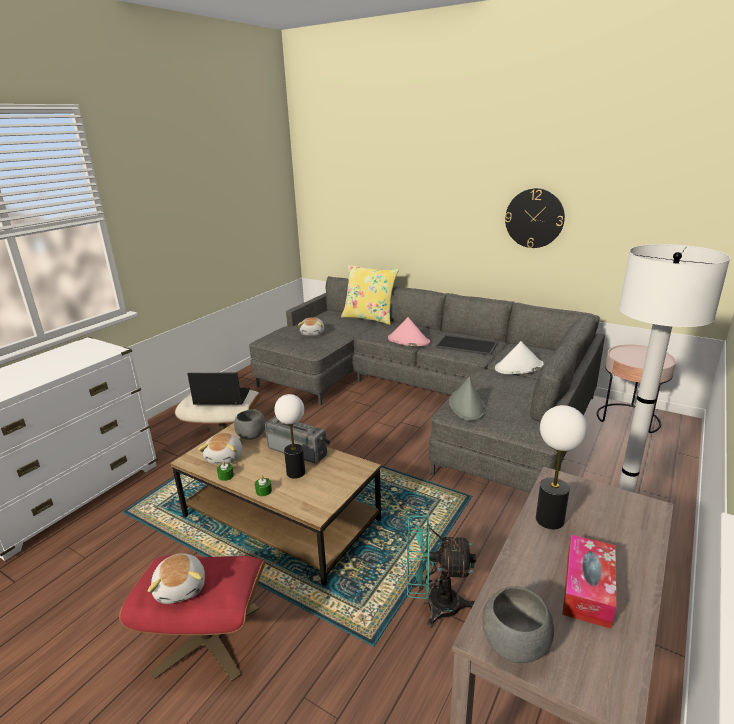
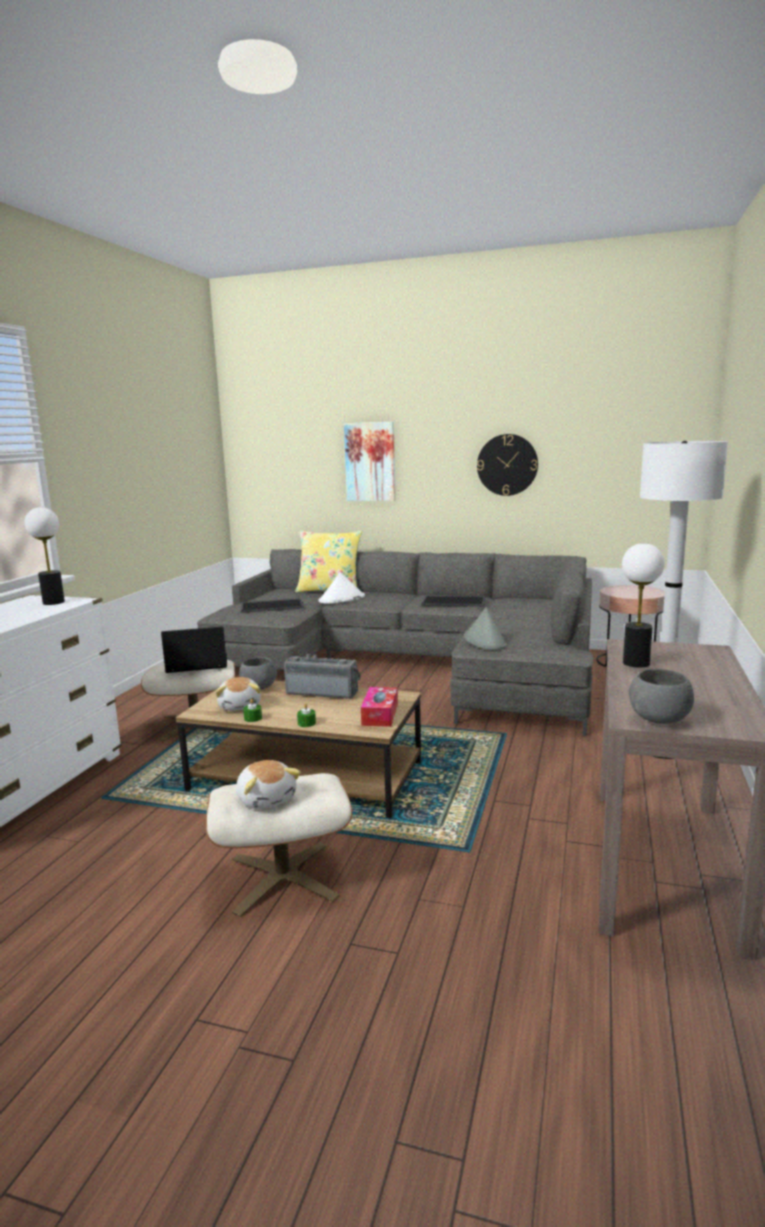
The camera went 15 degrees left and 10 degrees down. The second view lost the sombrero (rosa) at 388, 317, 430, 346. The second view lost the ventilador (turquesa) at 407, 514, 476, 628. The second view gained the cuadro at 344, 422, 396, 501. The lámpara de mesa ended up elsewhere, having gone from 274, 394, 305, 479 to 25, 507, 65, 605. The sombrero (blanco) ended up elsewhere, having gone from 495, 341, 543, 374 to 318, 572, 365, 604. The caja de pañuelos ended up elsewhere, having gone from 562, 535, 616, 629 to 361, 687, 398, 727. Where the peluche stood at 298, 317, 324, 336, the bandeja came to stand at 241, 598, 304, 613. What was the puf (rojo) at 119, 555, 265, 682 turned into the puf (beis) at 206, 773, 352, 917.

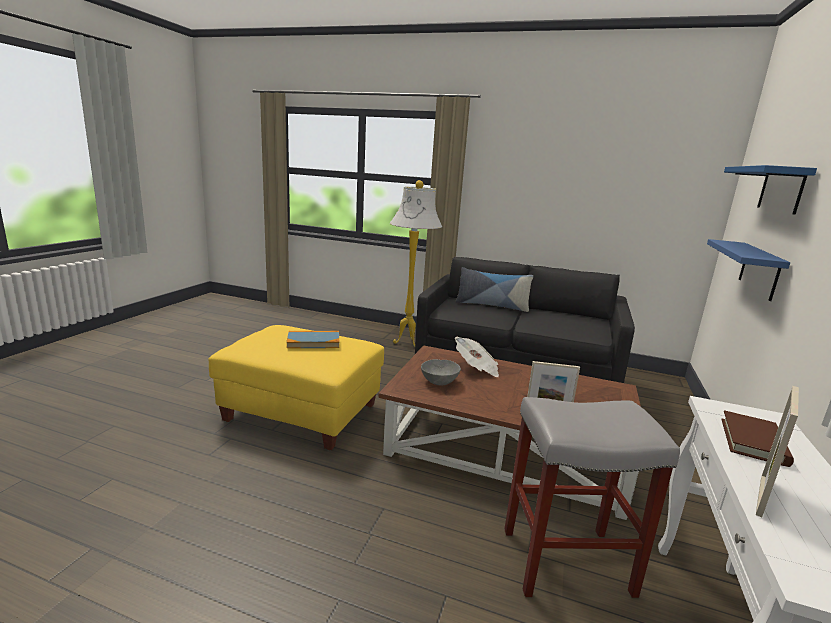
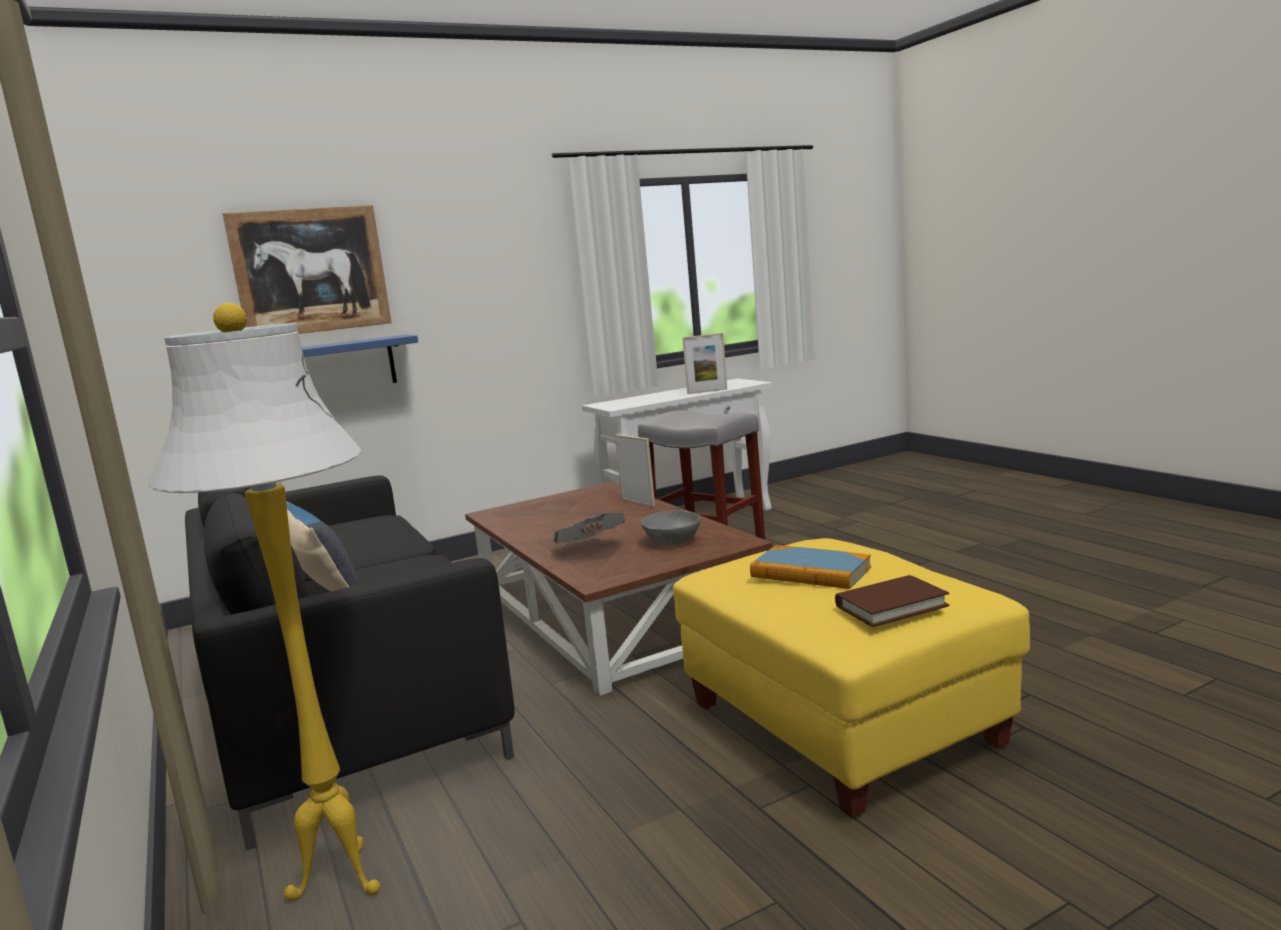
The camera went 135 degrees left and 5 degrees down. The libro (marrón) ended up elsewhere, having gone from 721, 410, 794, 467 to 835, 575, 949, 627. Where the estante (azul) hung at 724, 165, 817, 215, the cuadro came to hang at 223, 205, 392, 334.

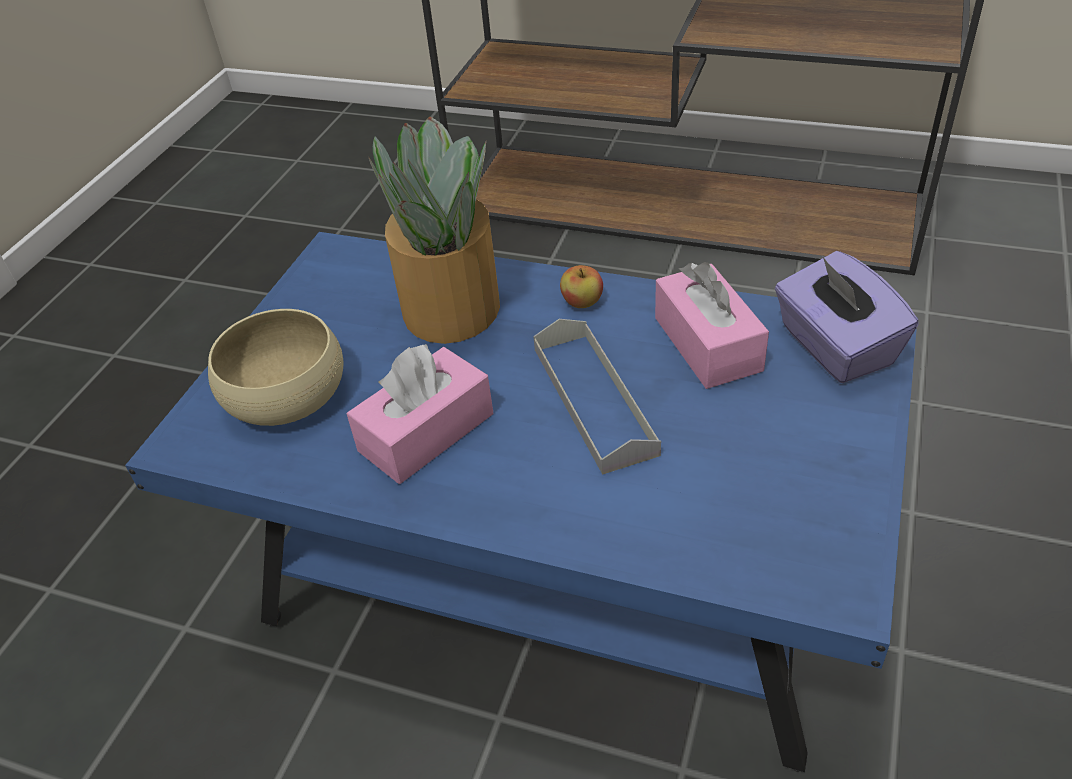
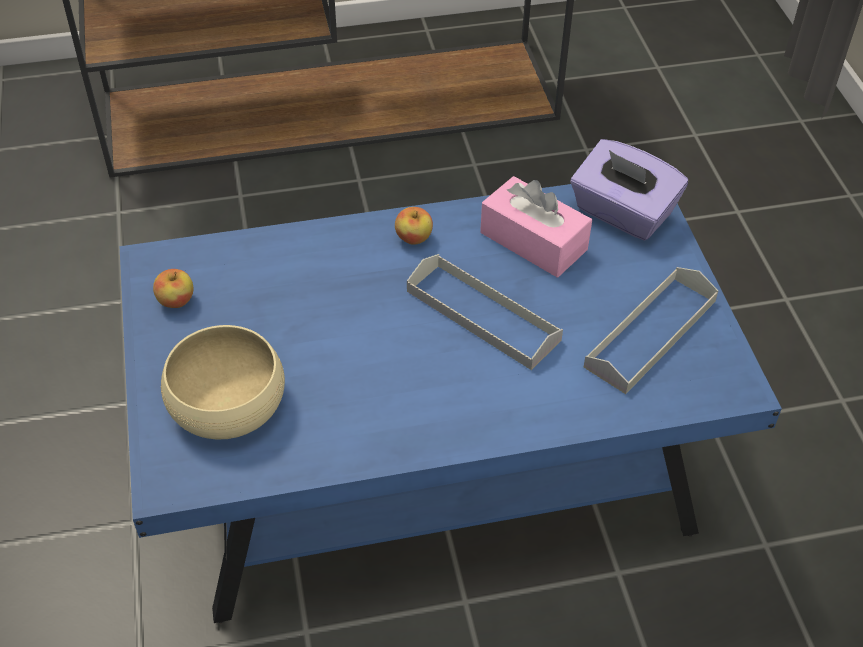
The camera went 35 degrees left and 5 degrees up. The second view lost the caja de pañuelos (rosa) at 347, 344, 493, 484. The second view lost the planta en maceta at 368, 117, 500, 344. The second view gained the manzana at 153, 269, 194, 308. The second view gained the bandeja (gris) at 584, 267, 719, 394.

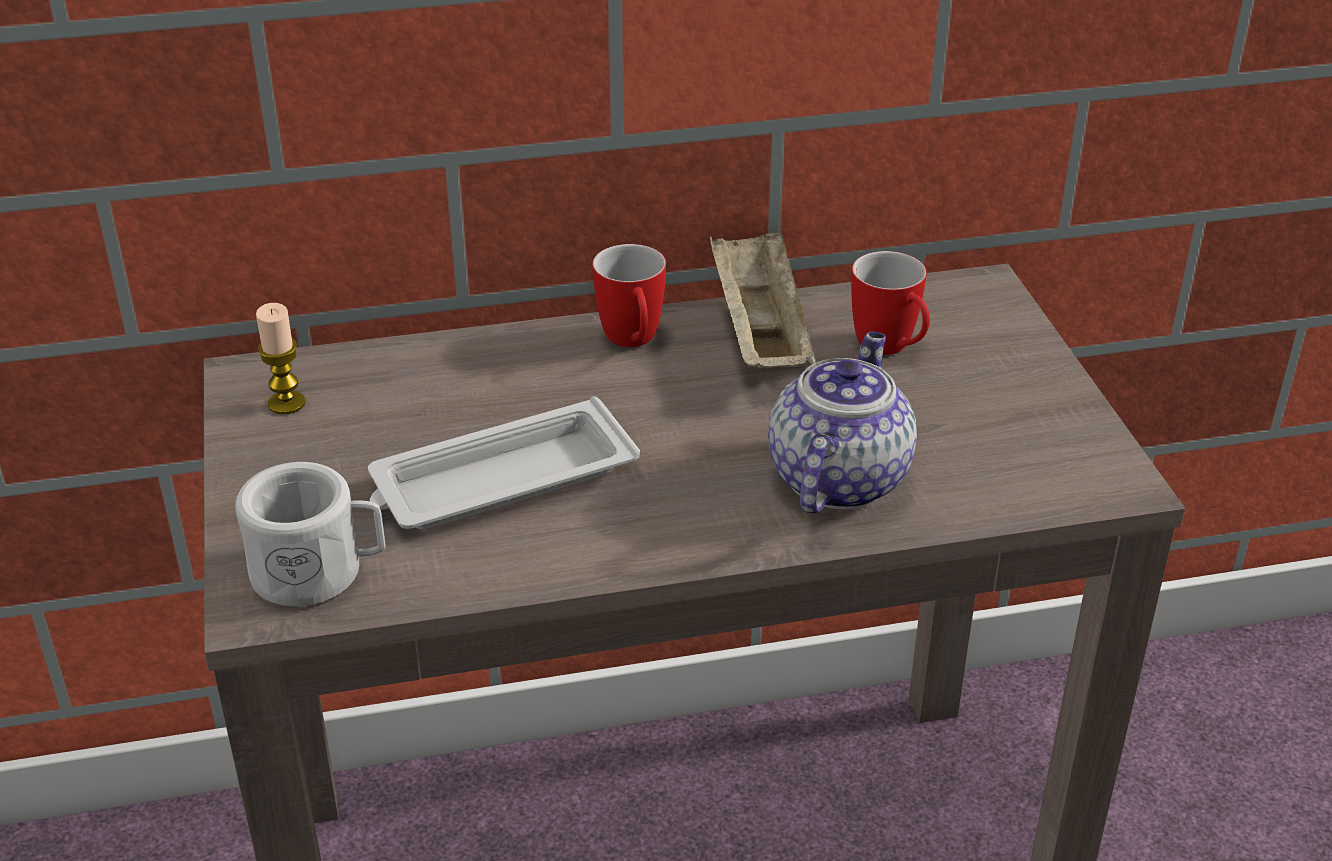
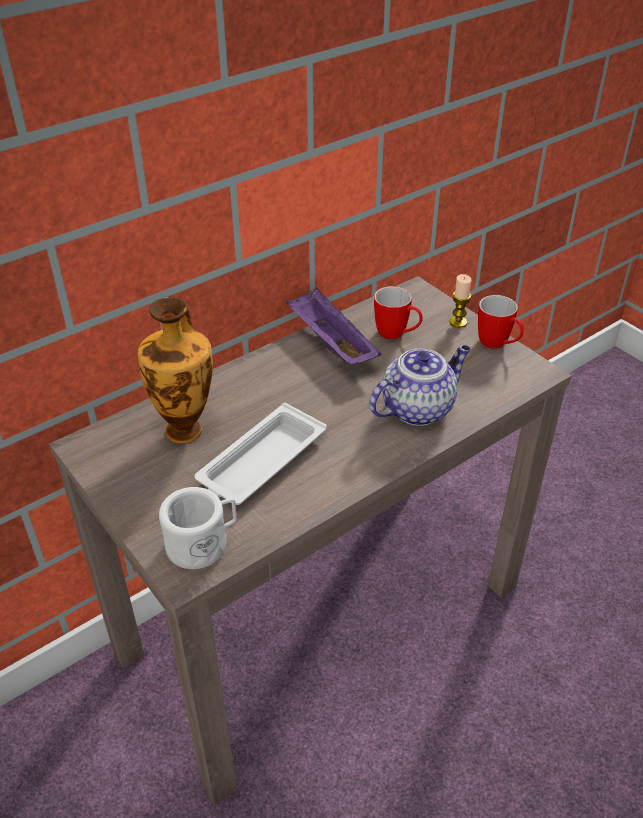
The camera went 25 degrees left and 5 degrees up. The second view gained the florero at 137, 297, 213, 443. The vela ended up elsewhere, having gone from 256, 303, 306, 414 to 450, 274, 471, 328. The taza grande ended up elsewhere, having gone from 592, 244, 666, 347 to 478, 295, 524, 349. What was the bandeja (beis) at 710, 229, 815, 369 turned into the bandeja (morado) at 286, 287, 382, 365. The tetera at 768, 331, 917, 513 ended up facing another way, 60 degrees clockwise from before.

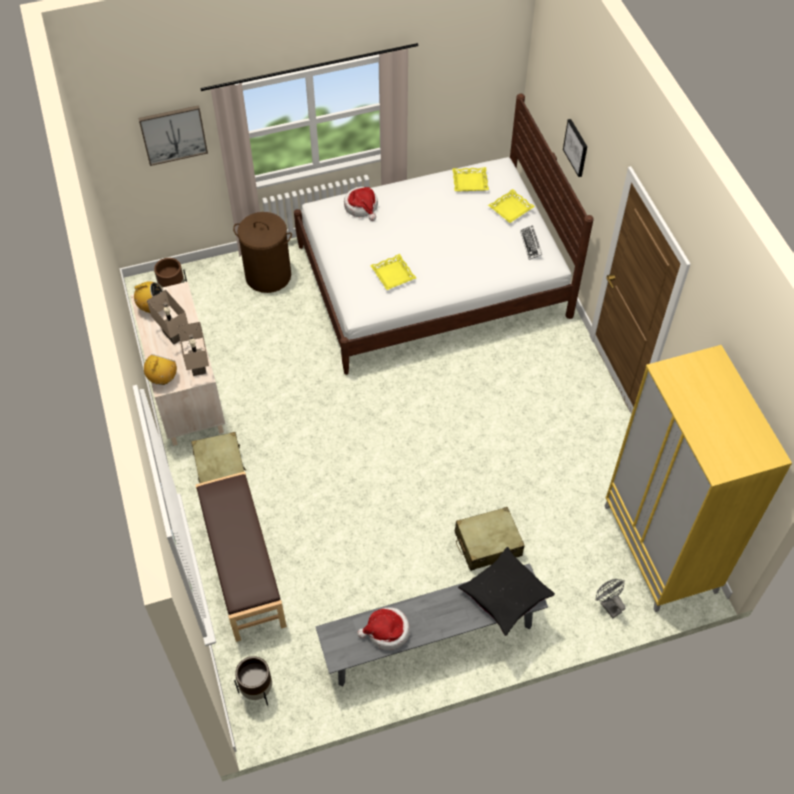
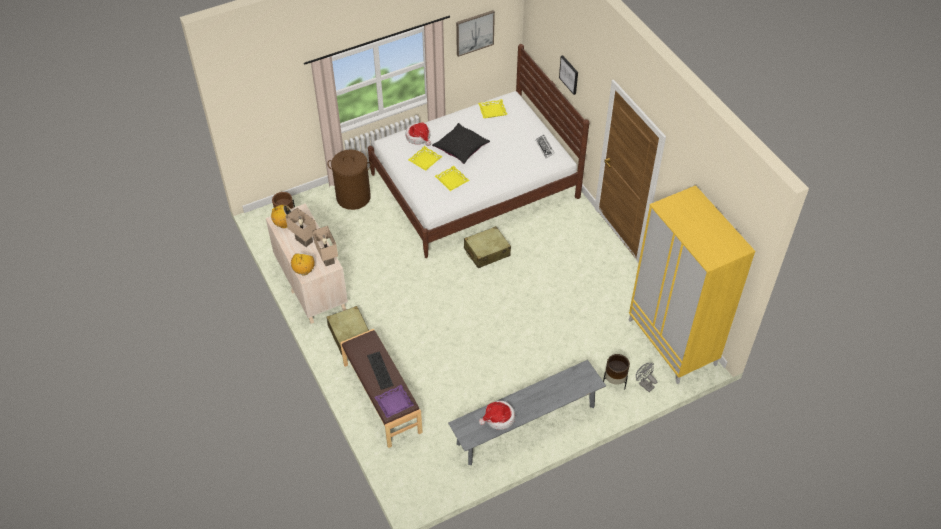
The camera went 10 degrees left and 5 degrees down. The second view gained the teclado at 367, 351, 394, 390. The second view gained the bandeja (morado) at 374, 385, 414, 418. The cuadro ended up elsewhere, having gone from 138, 105, 208, 166 to 456, 10, 495, 57. The maceta (marrón) ended up elsewhere, having gone from 234, 656, 272, 706 to 603, 354, 630, 390. The maleta (beis) ended up elsewhere, having gone from 455, 507, 525, 571 to 464, 226, 511, 268. The cojín (negro) ended up elsewhere, having gone from 458, 547, 555, 636 to 432, 123, 490, 164. The bandeja (amarillo) ended up elsewhere, having gone from 488, 189, 535, 223 to 408, 146, 443, 171.

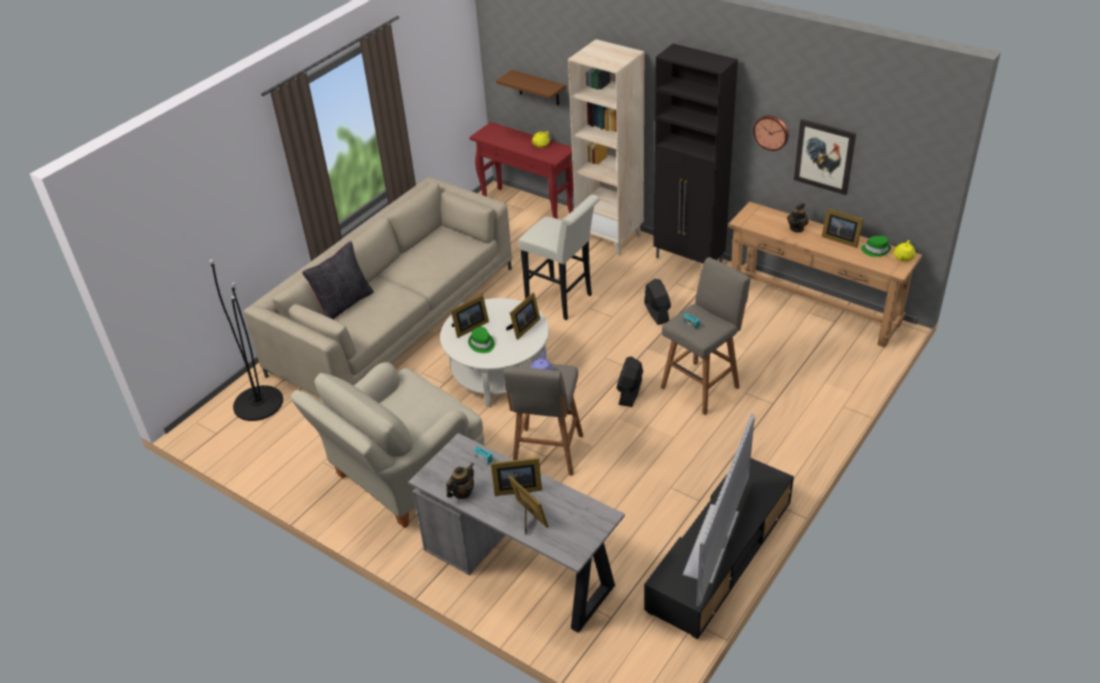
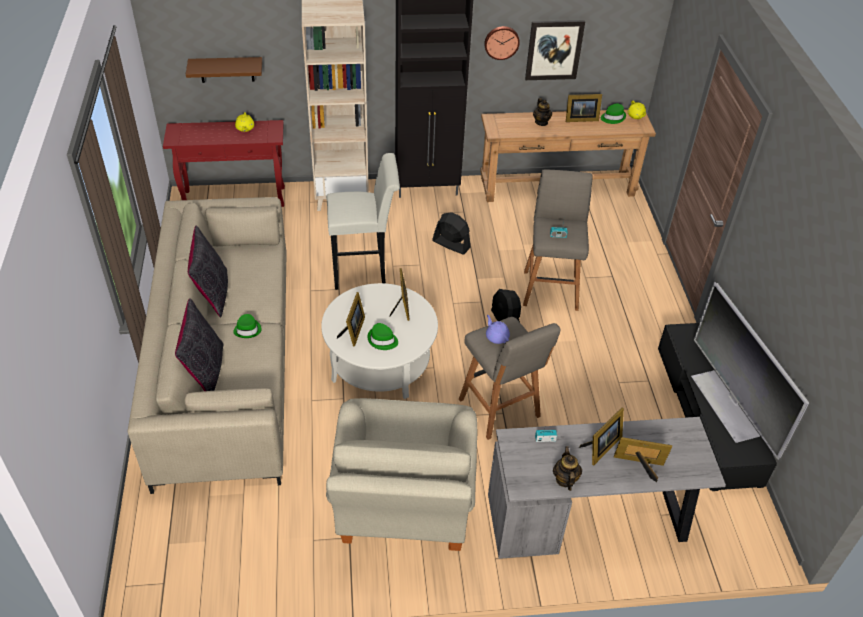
The camera went 45 degrees left and 5 degrees up. The second view lost the lámpara de pie (negro) at 209, 259, 283, 421. The second view gained the cojín (negro) at 188, 226, 228, 318. The second view gained the sombrero (verde) at 233, 314, 261, 338.

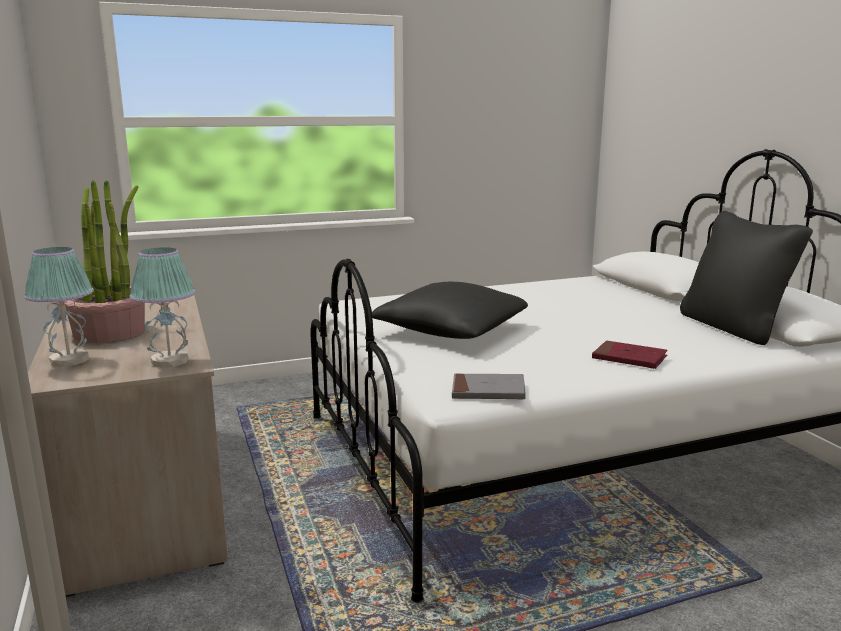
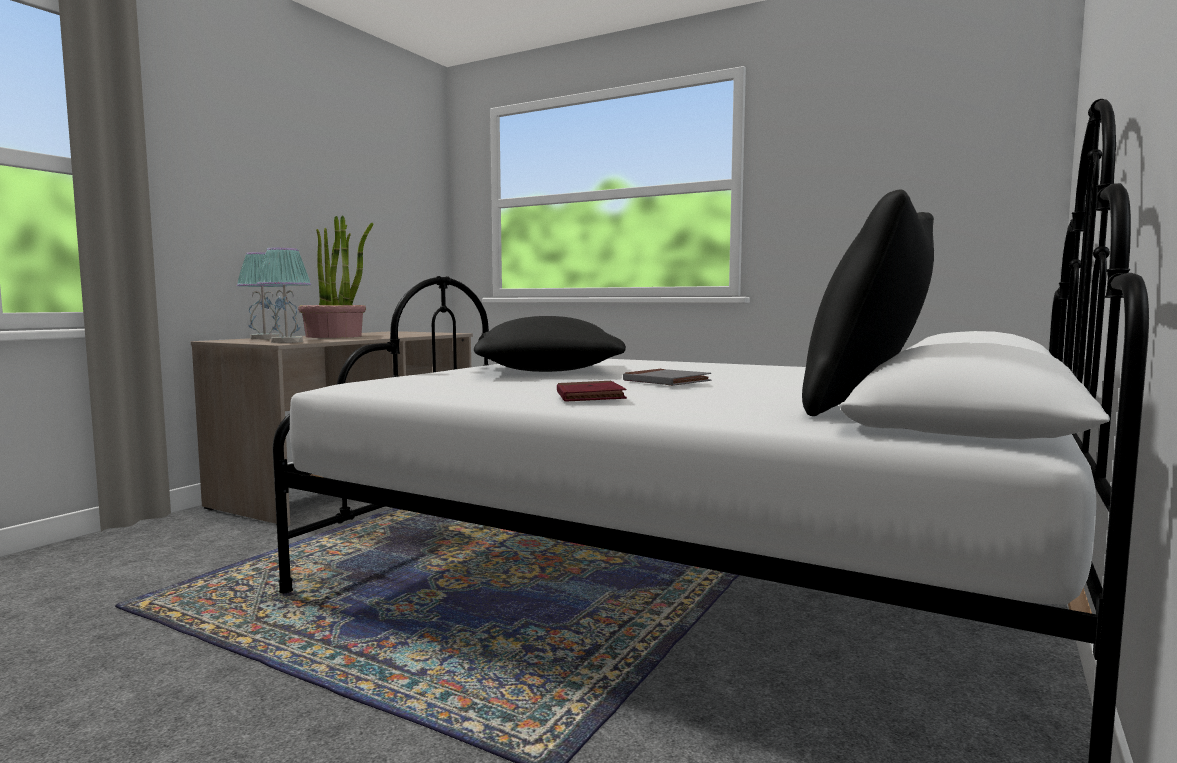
The camera went 50 degrees right and 10 degrees down. The libro (gris) ended up elsewhere, having gone from 452, 374, 526, 400 to 623, 369, 712, 386.

